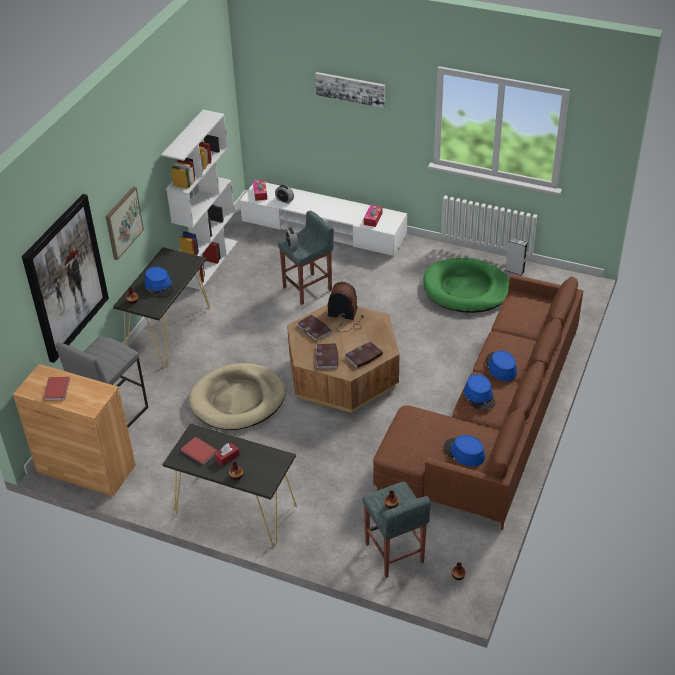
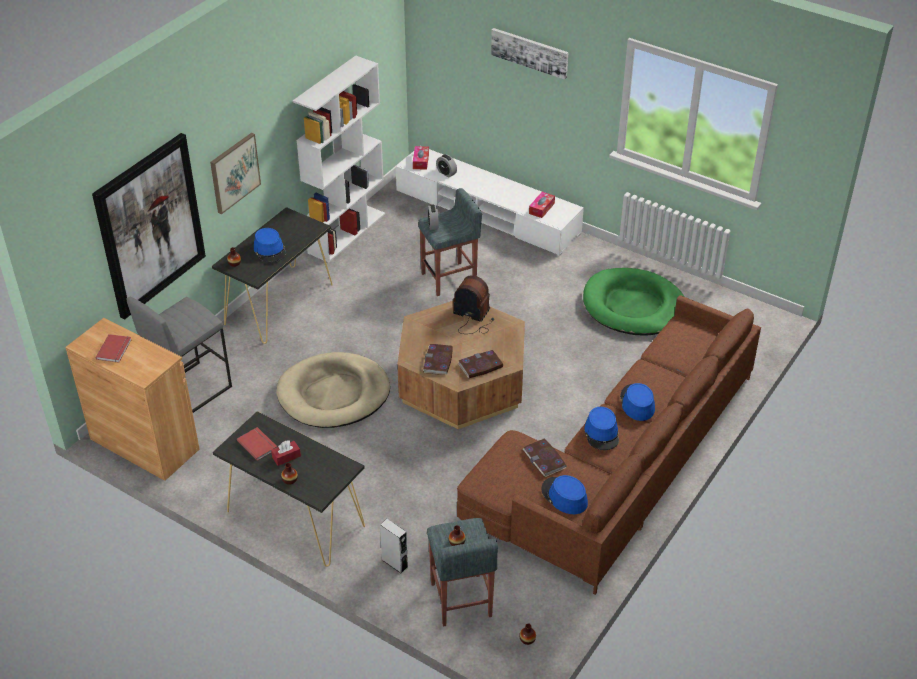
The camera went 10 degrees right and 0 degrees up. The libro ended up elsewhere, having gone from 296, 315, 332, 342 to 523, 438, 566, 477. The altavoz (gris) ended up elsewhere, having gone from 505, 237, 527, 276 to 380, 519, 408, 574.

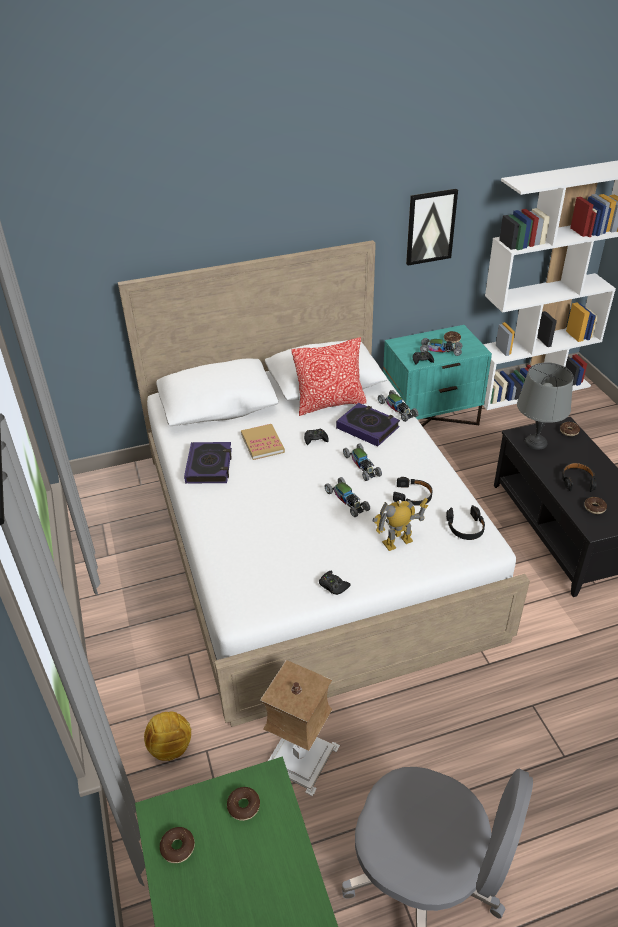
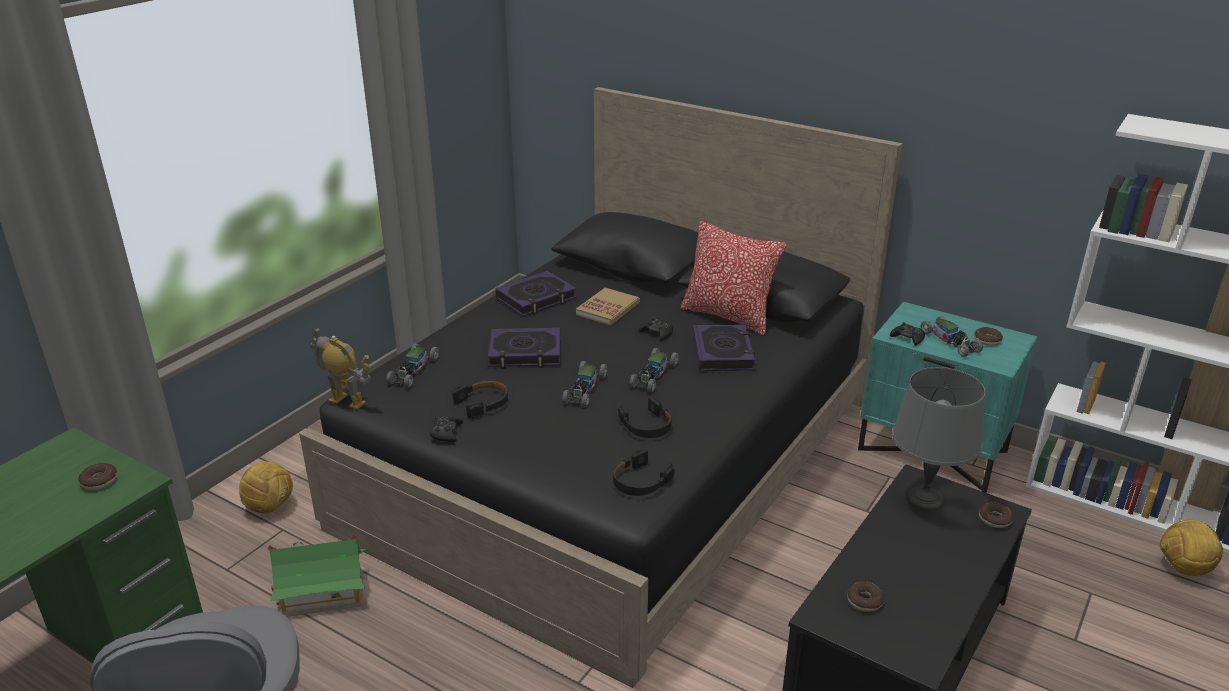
The camera went 50 degrees right and 10 degrees down. The second view lost the rosquilla at 160, 827, 195, 863. The second view lost the cuadro at 406, 189, 458, 265. The second view gained the libro at 488, 328, 560, 369. The second view gained the balón de fútbol at 1160, 520, 1223, 576. The robot de juguete ended up elsewhere, having gone from 372, 498, 428, 551 to 310, 327, 371, 410. The coche de juguete ended up elsewhere, having gone from 378, 390, 419, 422 to 386, 344, 439, 388. The auriculares (negro) ended up elsewhere, having gone from 562, 463, 597, 492 to 452, 380, 508, 418. Where the lámpara de mesa stood at 260, 660, 340, 796, the casita came to stand at 268, 535, 366, 617. What was the cama (blanco) at 118, 240, 530, 727 turned into the cama (negro) at 299, 87, 903, 688.

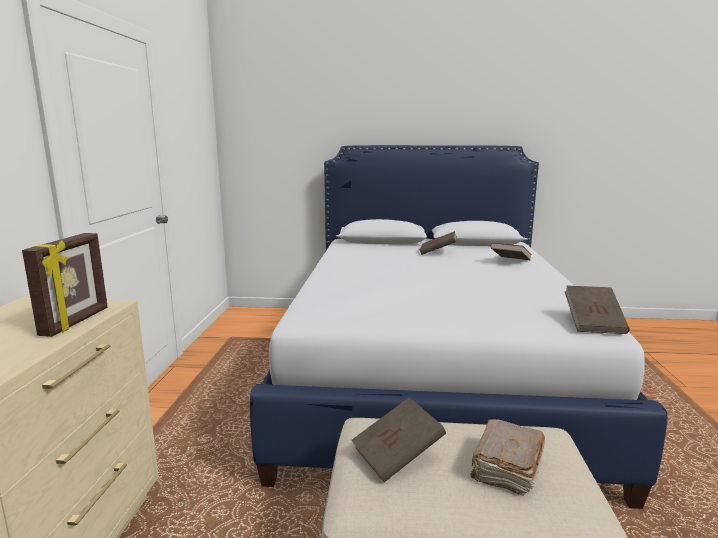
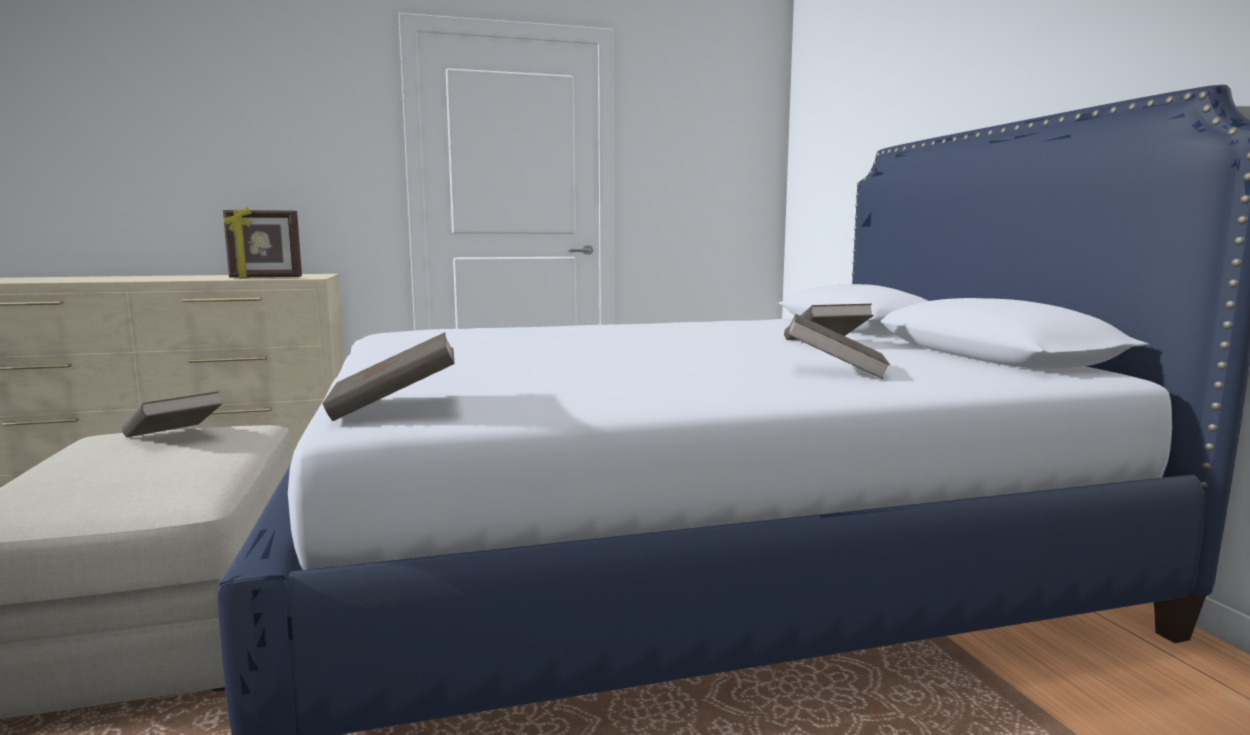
The camera went 70 degrees right and 5 degrees down. The second view lost the libro (marrón) at 470, 419, 545, 496.

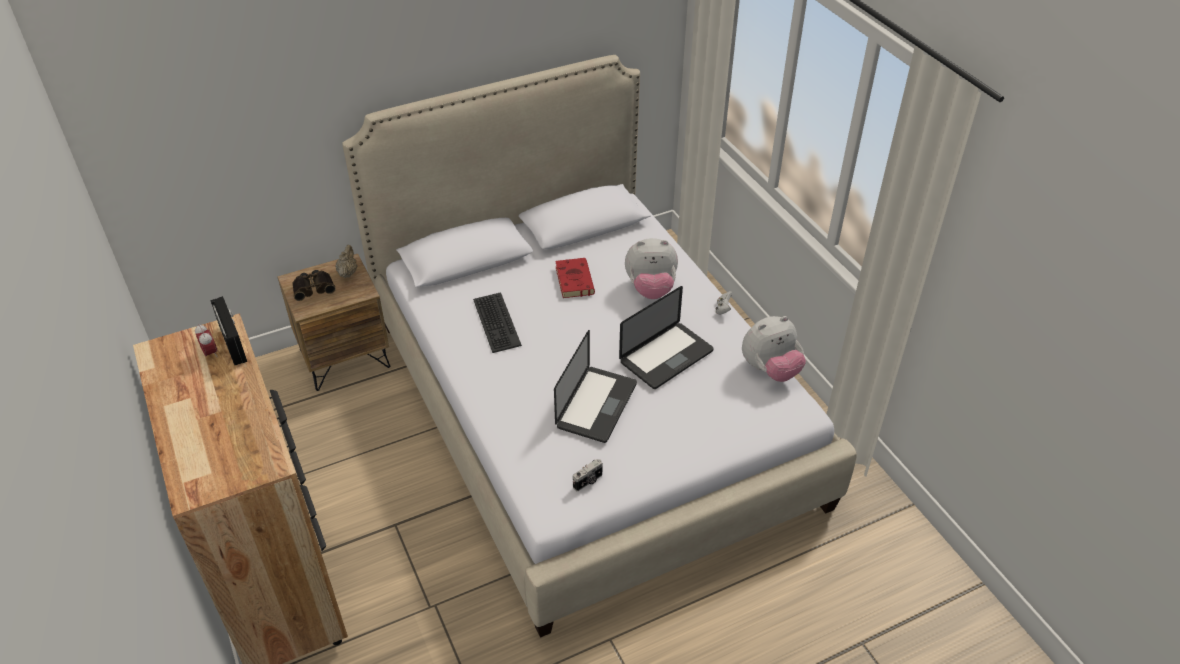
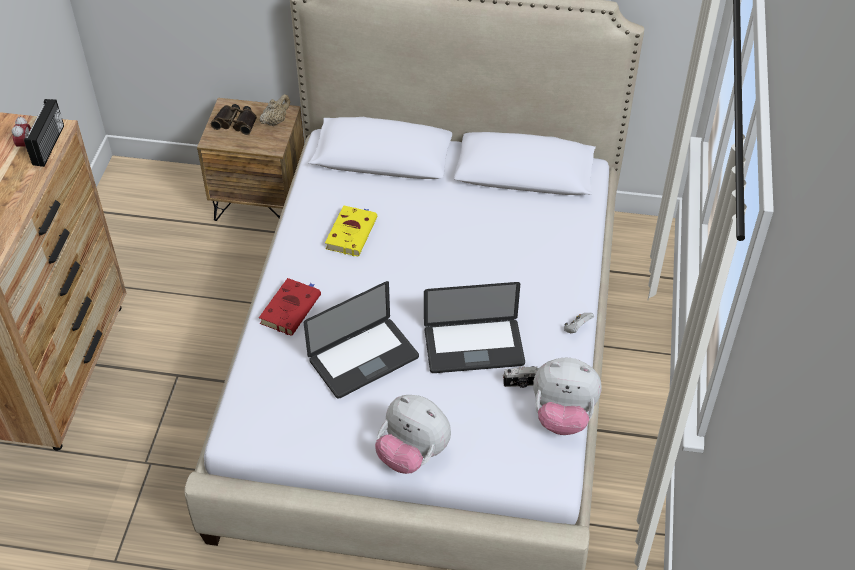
The camera went 35 degrees right and 5 degrees up. The libro (rojo) ended up elsewhere, having gone from 555, 258, 595, 298 to 259, 278, 321, 336. The cámara ended up elsewhere, having gone from 573, 459, 603, 491 to 503, 366, 539, 388. The peluche ended up elsewhere, having gone from 625, 238, 678, 299 to 375, 395, 451, 474. Where the teclado stood at 473, 292, 522, 353, the libro (amarillo) came to stand at 325, 205, 377, 256.

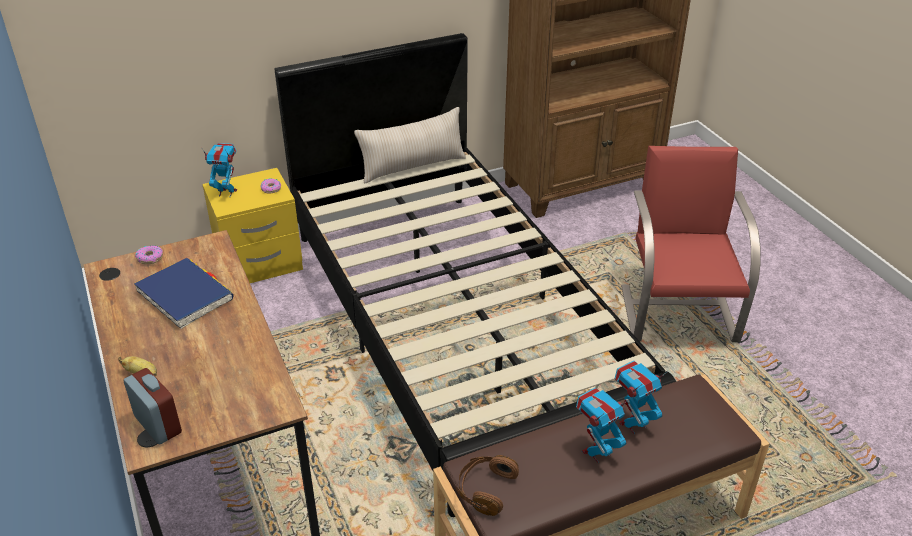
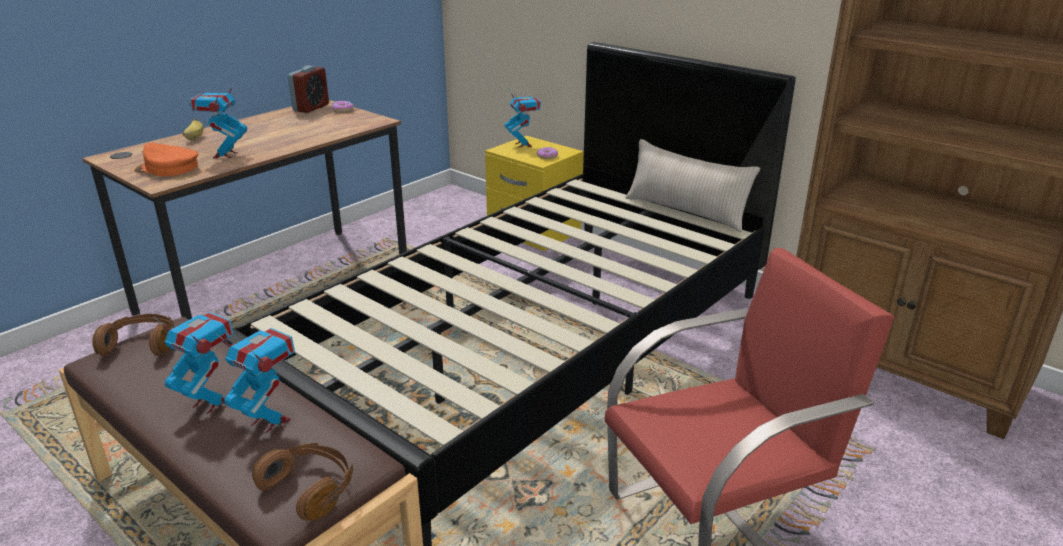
The camera went 65 degrees right and 10 degrees down. The second view lost the libro (azul) at 134, 258, 234, 329. The second view gained the gorra (naranja) at 134, 143, 199, 176. The second view gained the robot de juguete at 189, 81, 247, 159. The second view gained the auriculares (marrón) at 252, 443, 353, 521. The despertador ended up elsewhere, having gone from 124, 368, 182, 444 to 288, 66, 329, 113.

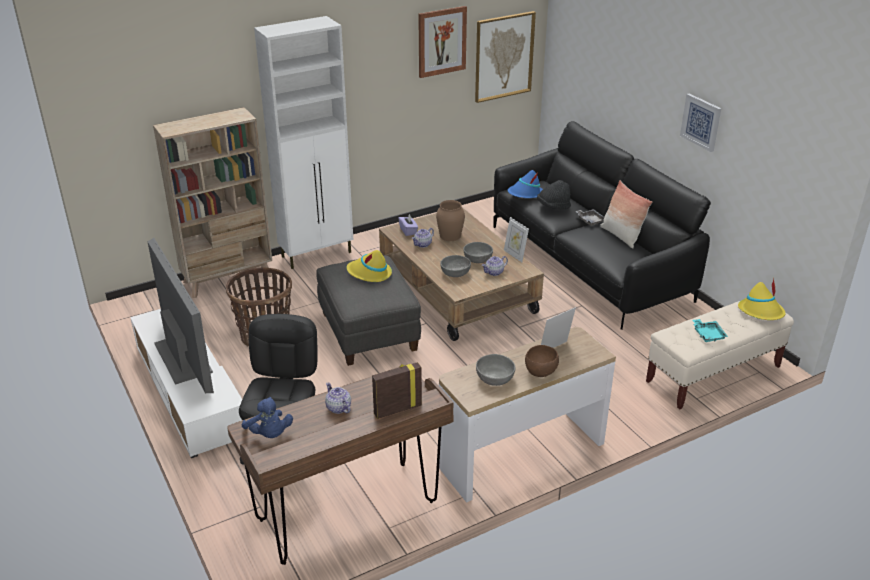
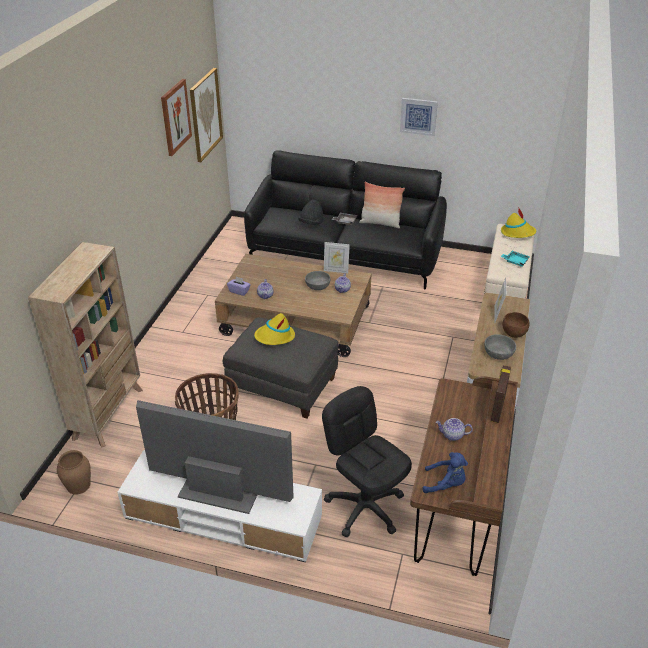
The camera went 45 degrees left and 5 degrees up. The second view lost the armario (blanco) at 254, 16, 353, 269. The second view lost the cuenco (gris) at 440, 255, 471, 277. The second view lost the sombrero (azul) at 508, 170, 543, 198. The florero (marrón) ended up elsewhere, having gone from 436, 200, 465, 241 to 57, 450, 91, 495.

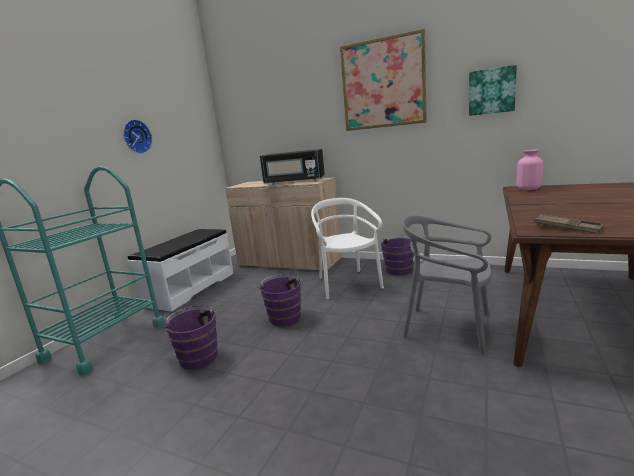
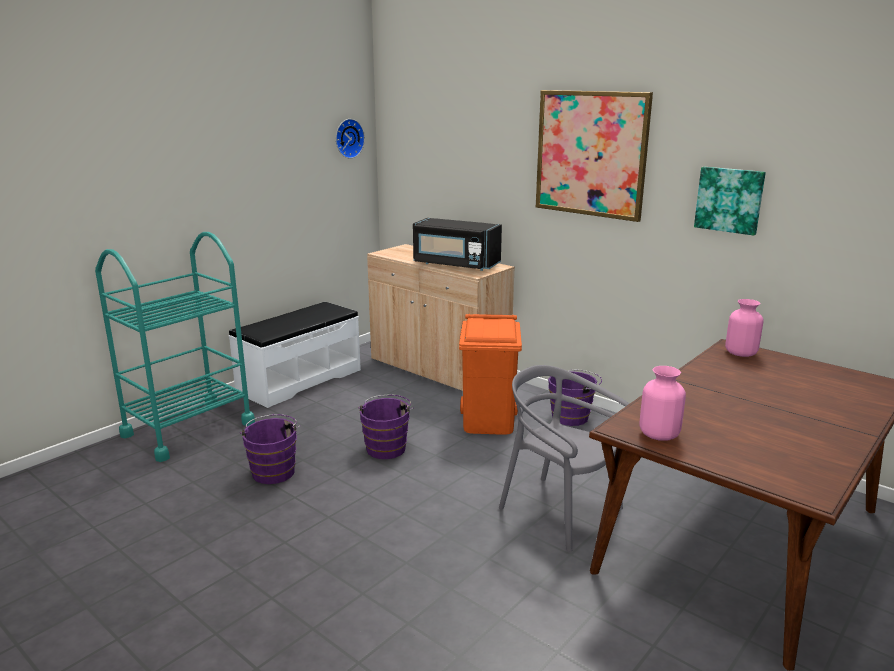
The camera went 15 degrees right and 5 degrees up. The reloj de pared ended up elsewhere, having gone from 123, 119, 152, 154 to 336, 119, 365, 159. Where the silla (blanco) stood at 311, 198, 384, 299, the papelera (naranja) came to stand at 459, 314, 522, 435. Where the bandeja (marrón) stood at 534, 214, 604, 233, the florero (rosa) came to stand at 639, 366, 686, 441.

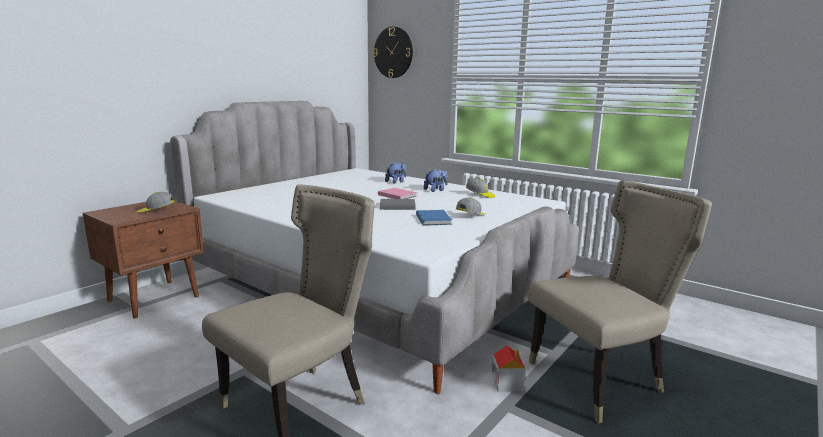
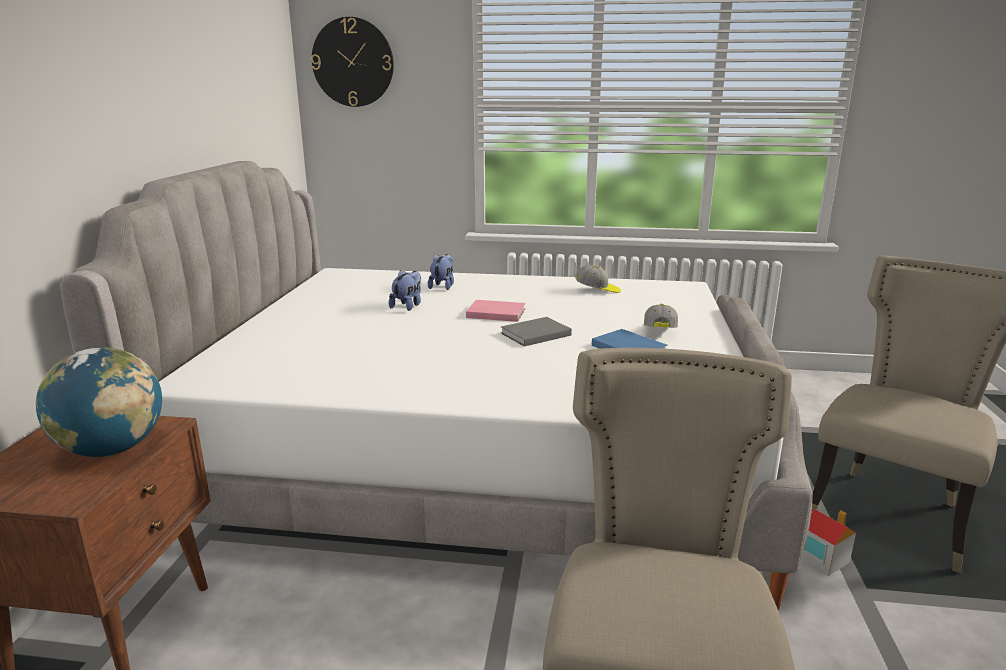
The camera went 30 degrees left and 5 degrees up. The peluche ended up elsewhere, having gone from 424, 169, 448, 192 to 389, 270, 421, 311. Where the gorra stood at 137, 192, 175, 213, the globo terráqueo came to stand at 36, 347, 162, 457.

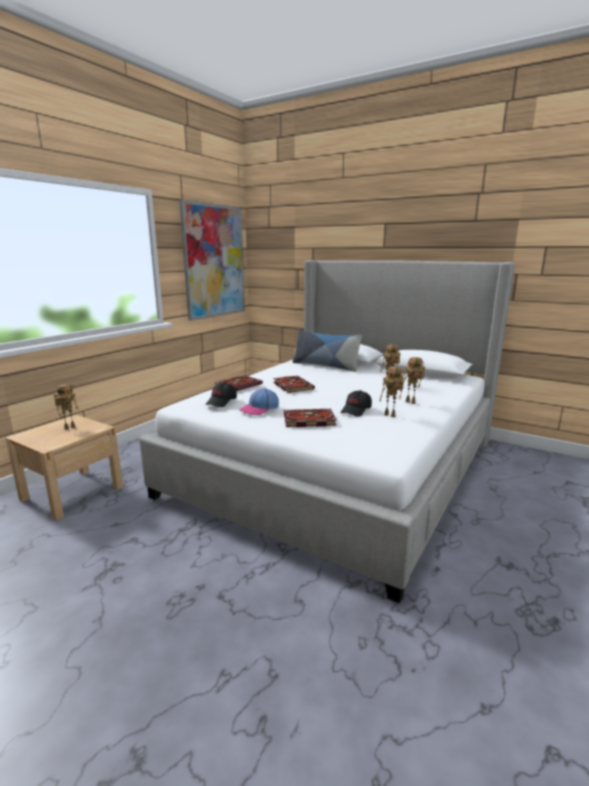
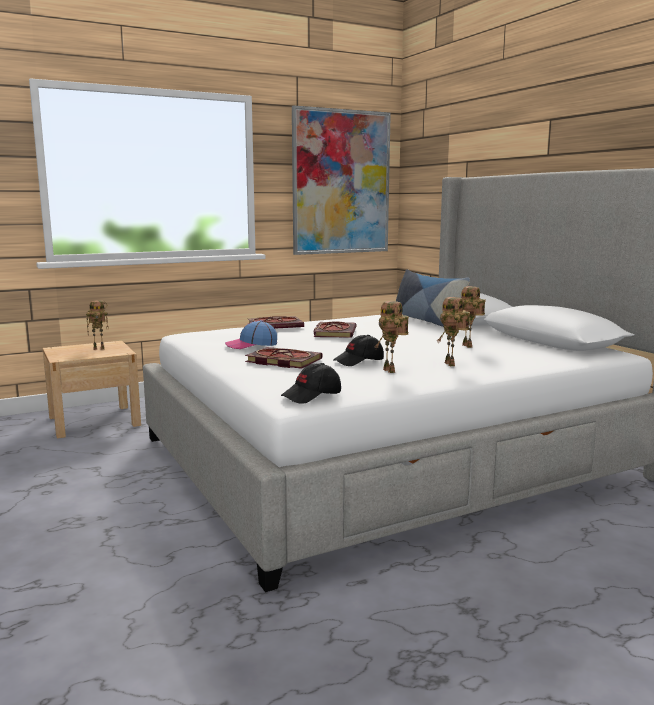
The camera went 30 degrees right and 5 degrees down. The gorra (negro) ended up elsewhere, having gone from 206, 382, 237, 407 to 281, 363, 341, 404.

